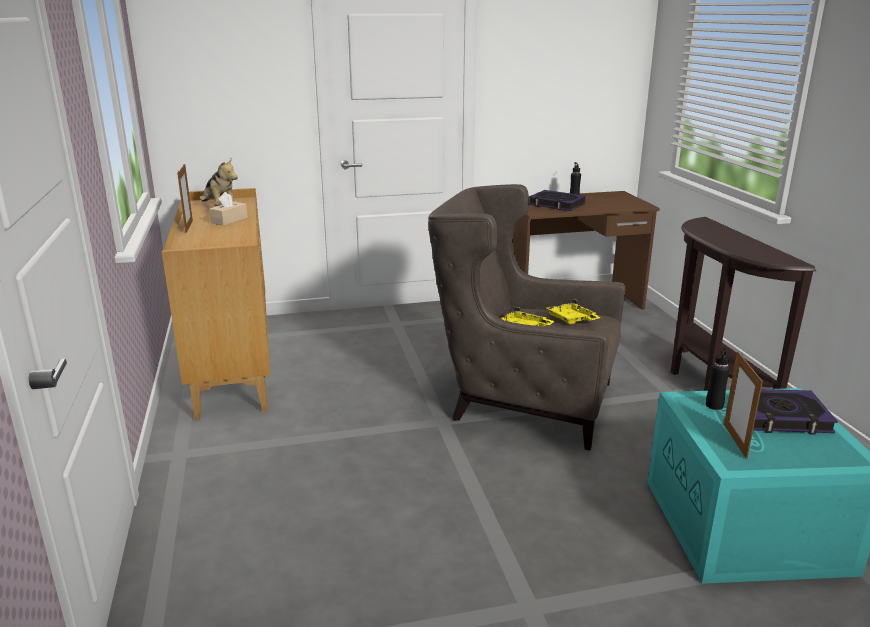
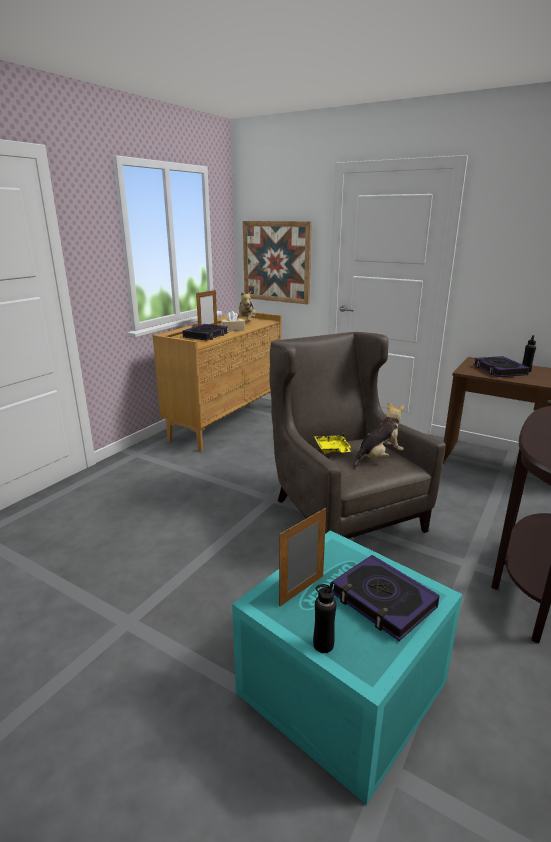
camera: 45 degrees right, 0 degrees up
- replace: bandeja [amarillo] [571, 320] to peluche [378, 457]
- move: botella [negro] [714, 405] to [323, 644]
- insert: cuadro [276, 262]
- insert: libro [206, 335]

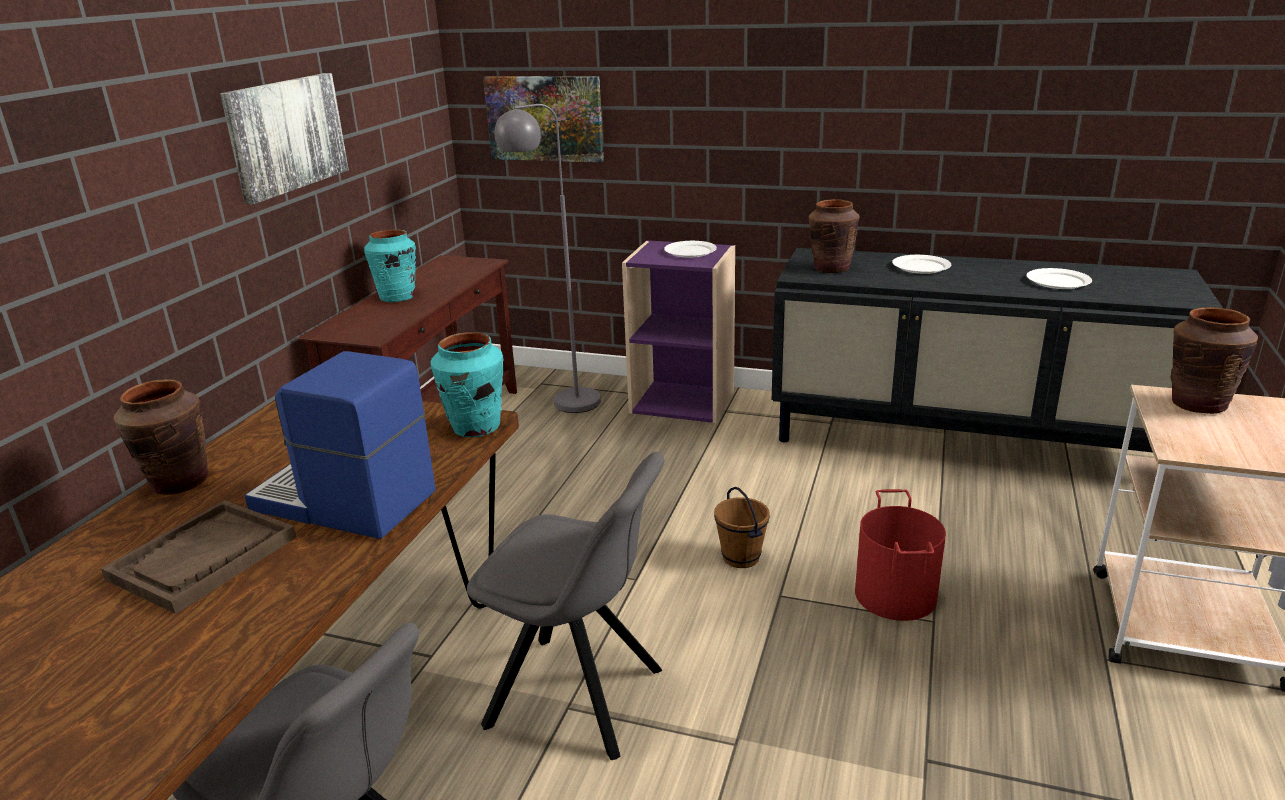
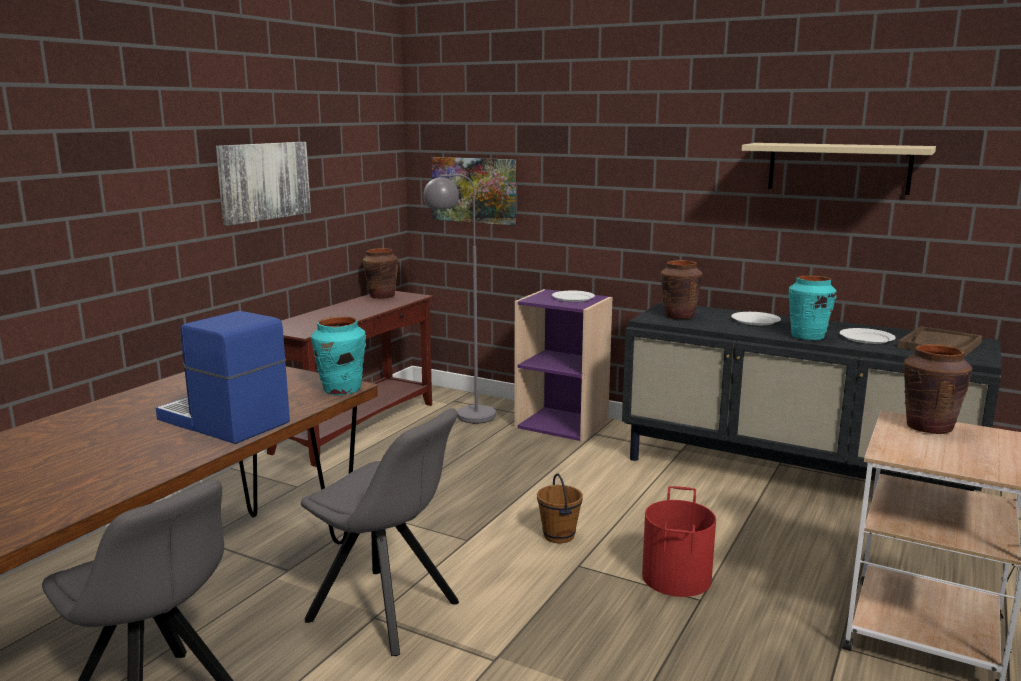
camera: 10 degrees right, 10 degrees down
- move: florero [turquesa] [397, 297] to [807, 337]
- move: florero [marrón] [179, 482] to [382, 296]
- move: bandeja [marrón] [203, 558] to [940, 345]
- insert: estante [beis] [838, 168]

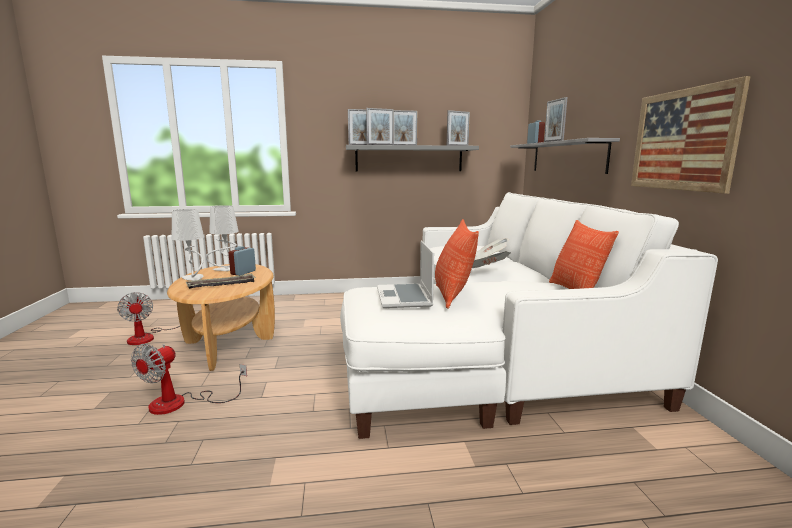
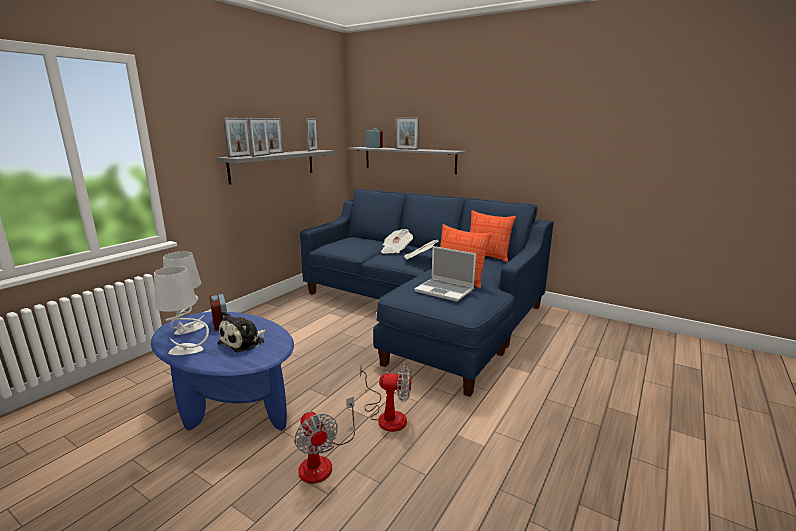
camera: 50 degrees left, 5 degrees up
- delete: cuadro [682, 140]
- recolor: sofá [blanco] [494, 346] to sofá [azul] [422, 310]
- recolor: mesa de centro [marrón] [230, 341] to mesa de centro [azul] [231, 403]
- replace: bandeja [222, 285] to peluche [244, 342]
- move: ventilador [148, 336] to [387, 415]

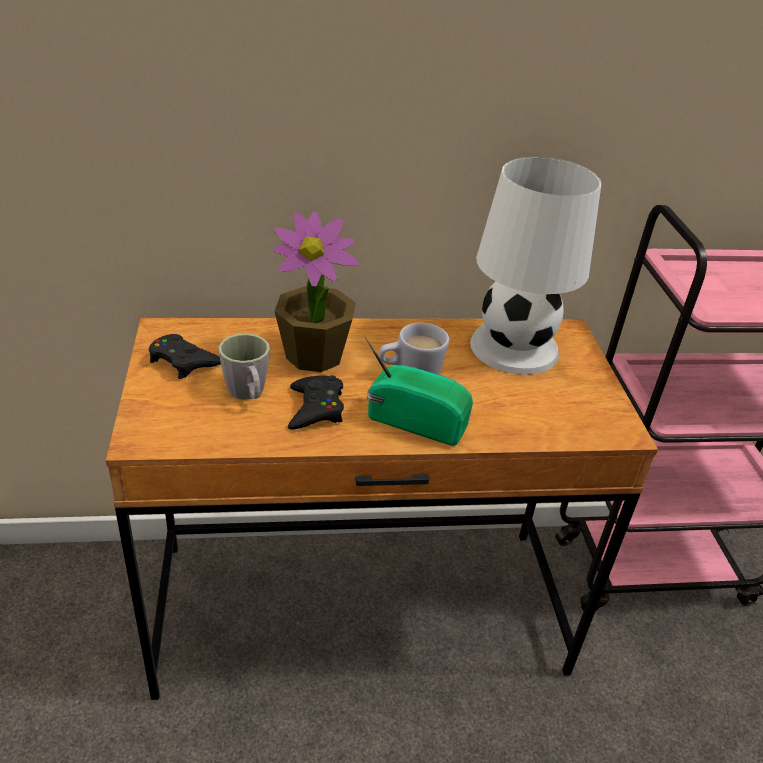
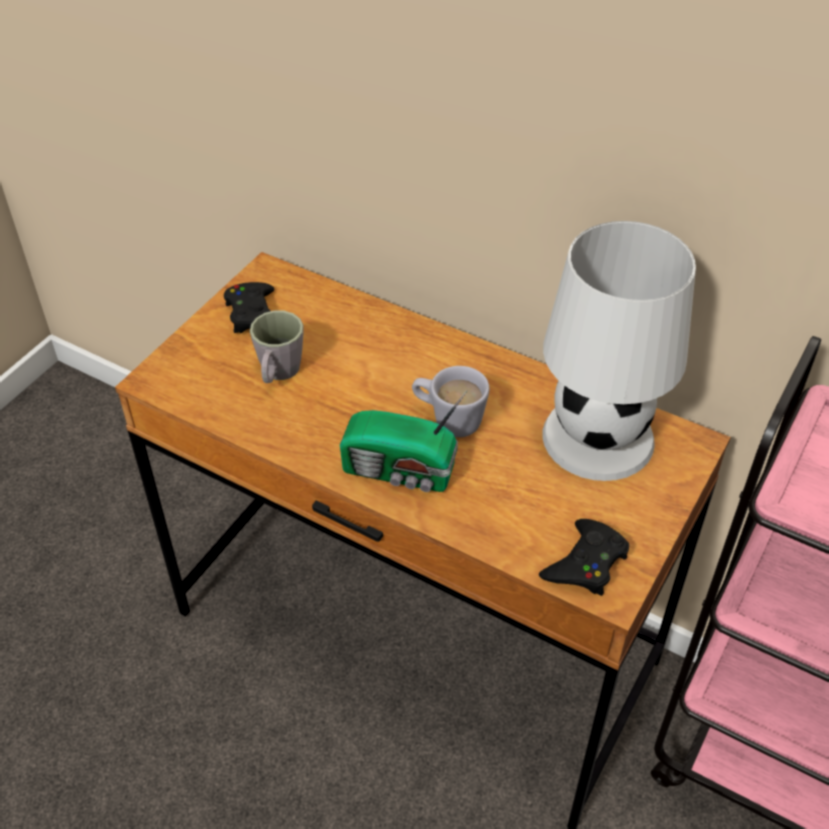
camera: 40 degrees right, 10 degrees up
- delete: planta en maceta [314, 355]
- rotate: radio [415, 420] = [401, 471] 135 degrees clockwise
- move: mando de consola [negro] [315, 408] to [586, 563]

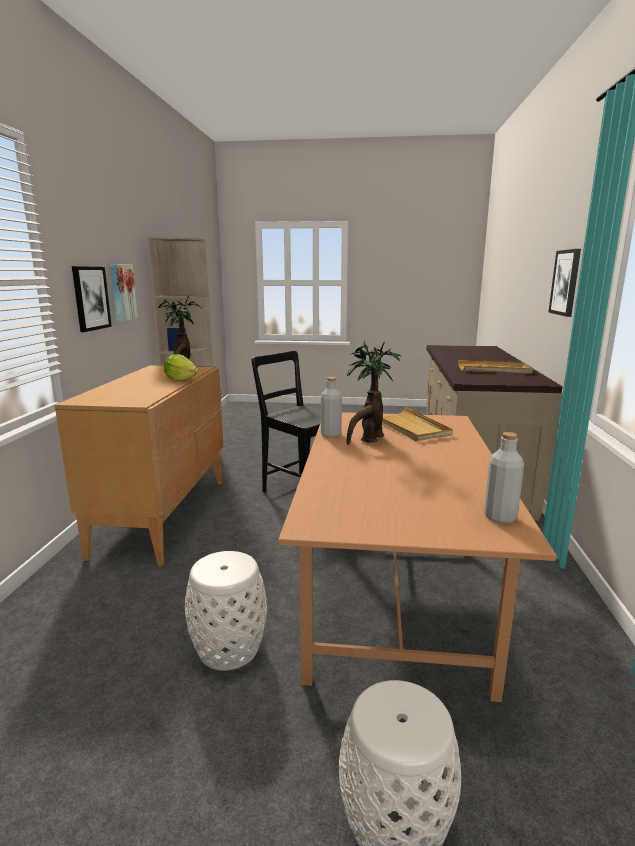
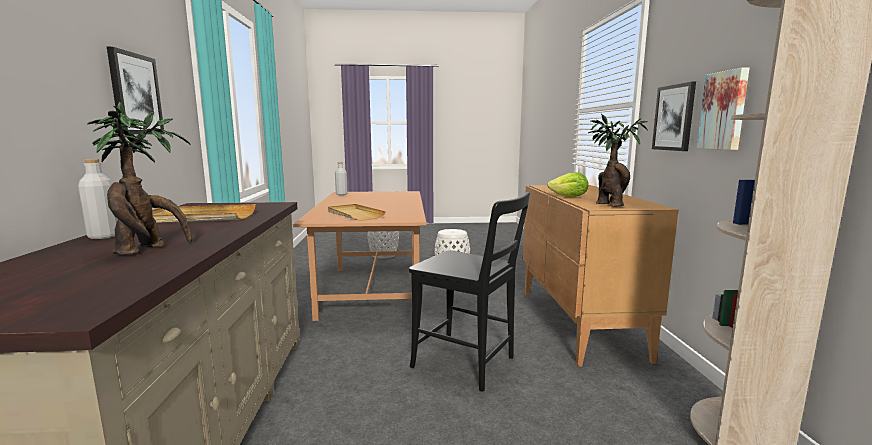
camera: 170 degrees right, 5 degrees down
- move: planta en maceta [368, 440] to [148, 249]
- move: botella [gris] [331, 435] to [104, 236]

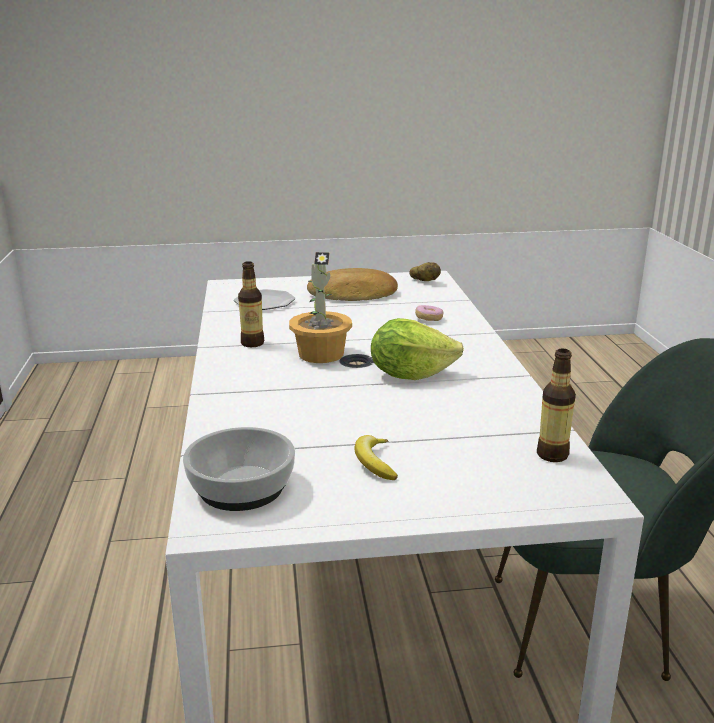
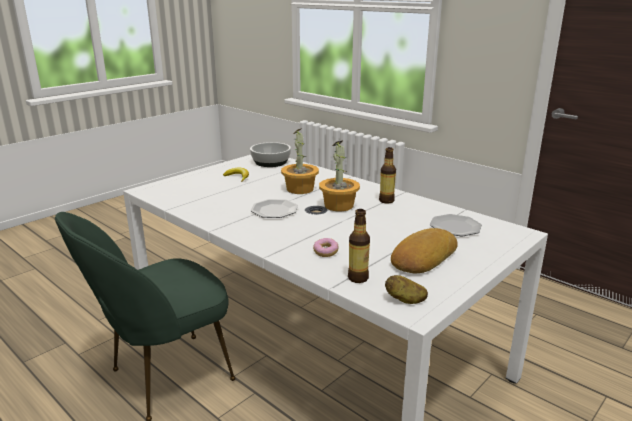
camera: 140 degrees right, 0 degrees up
- replace: lechuga [410, 375] to plato [275, 210]
- move: botella [552, 455] to [358, 278]
- insert: planta en maceta [300, 189]

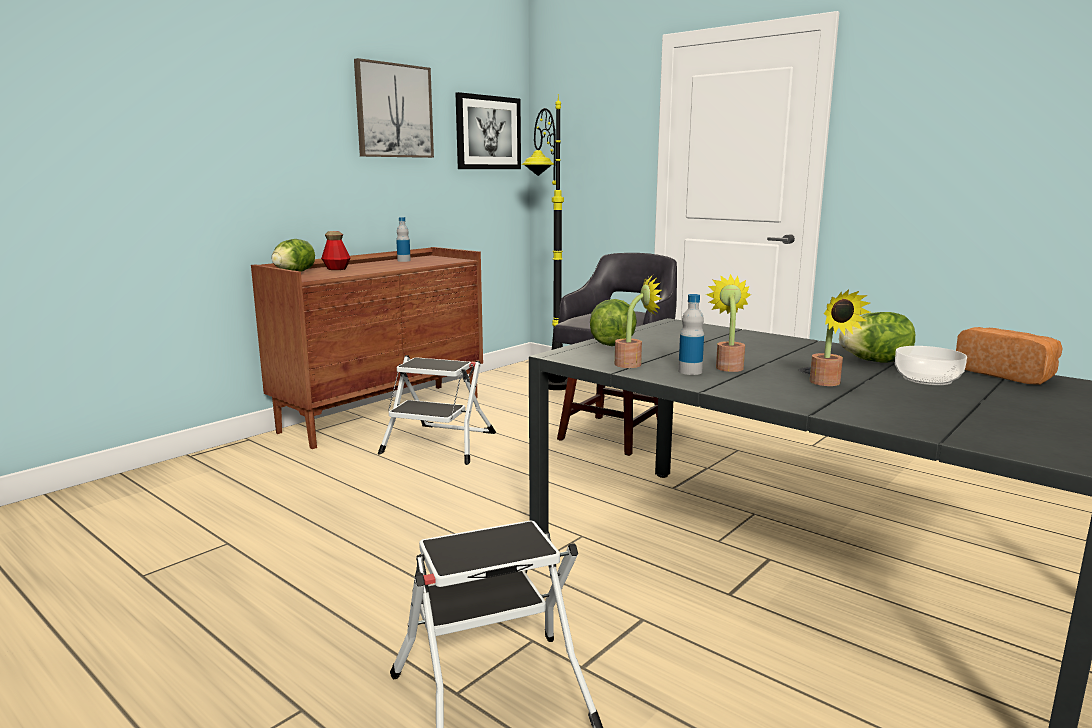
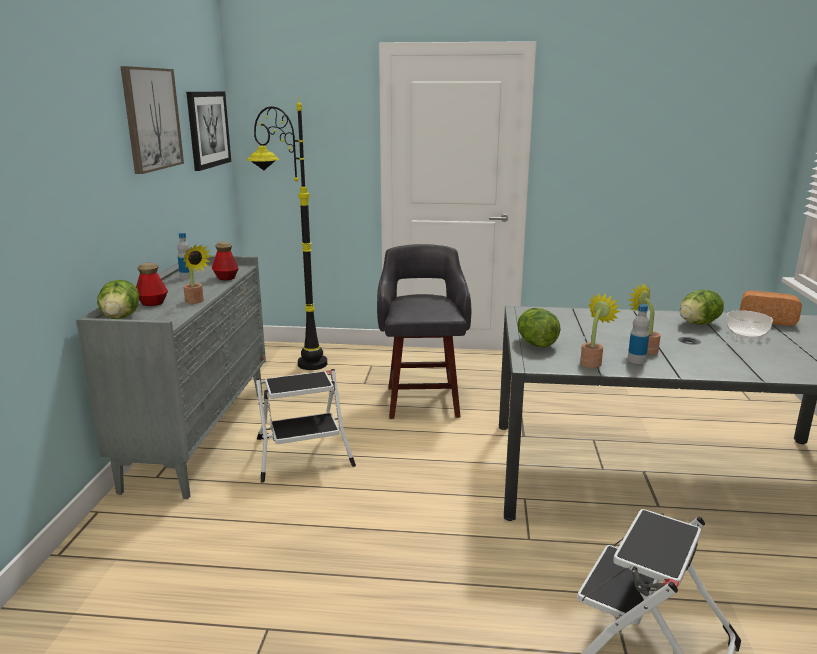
camera: 35 degrees left, 5 degrees up
- recolor: armario [marrón] [384, 414] to armario [gris] [200, 437]
- move: planta en maceta [828, 384] to [196, 302]
- insert: botella [226, 278]

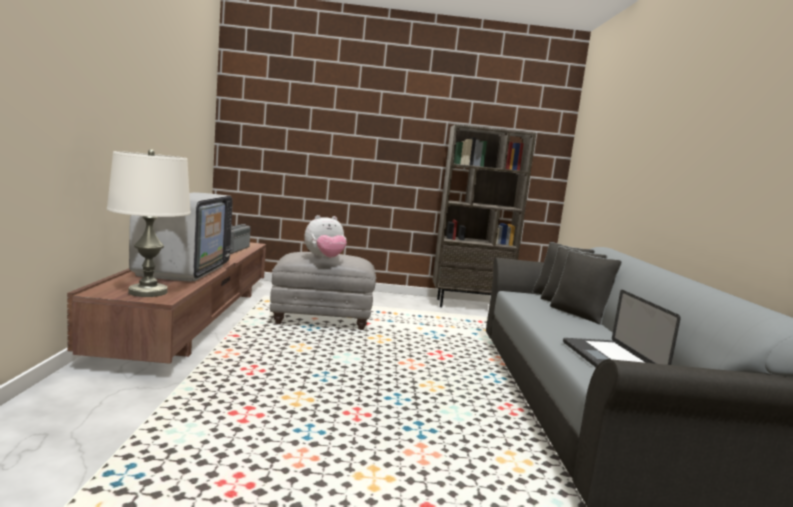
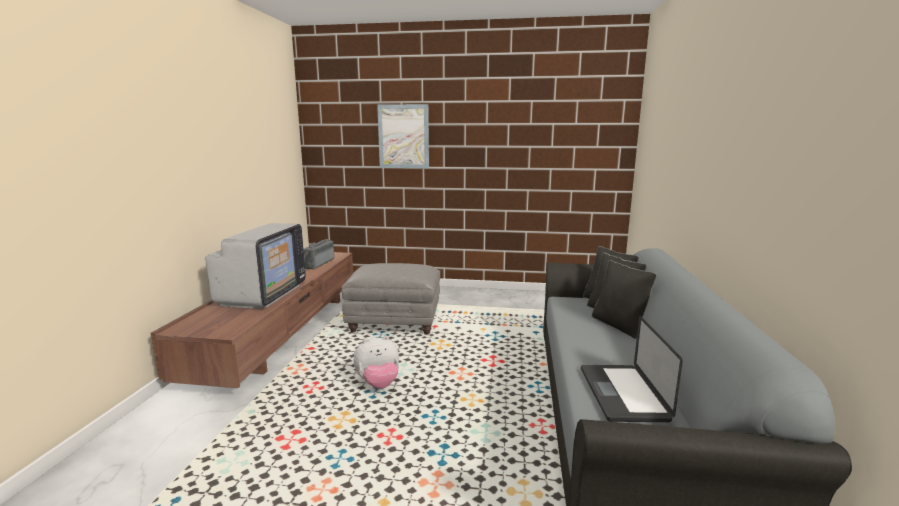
camera: 10 degrees right, 5 degrees up
- delete: estantería [marrón] [469, 305]
- delete: lámpara de mesa [blanco] [148, 292]
- move: peluche [324, 259] to [378, 384]
- insert: cuadro [403, 136]

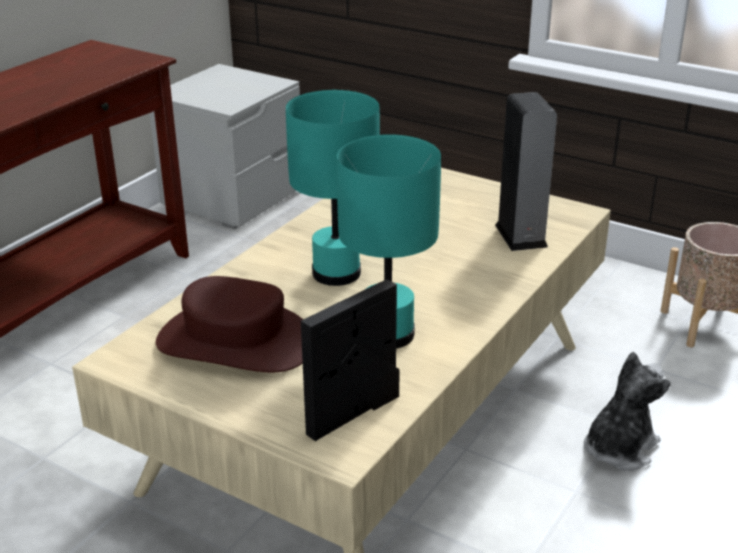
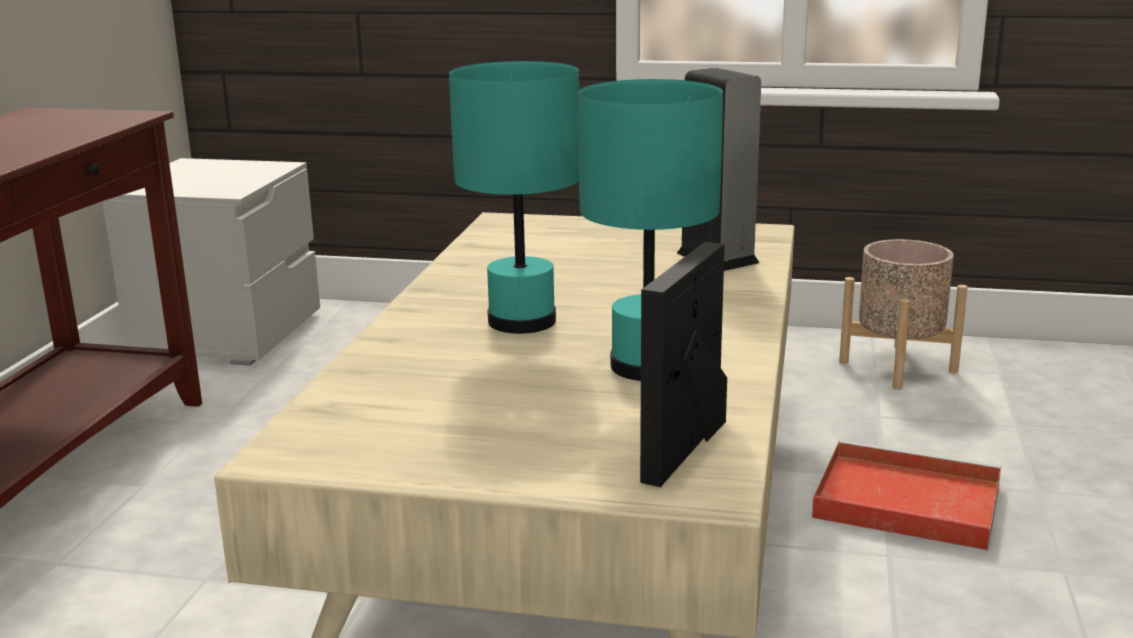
camera: 20 degrees left, 10 degrees down
- delete: sombrero [marrón] [235, 342]
- replace: peluche [618, 449] to bandeja [rojo] [903, 501]

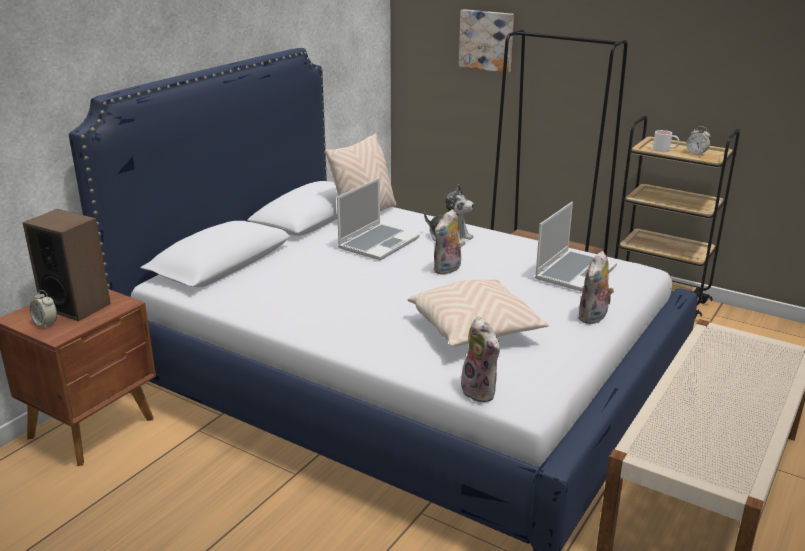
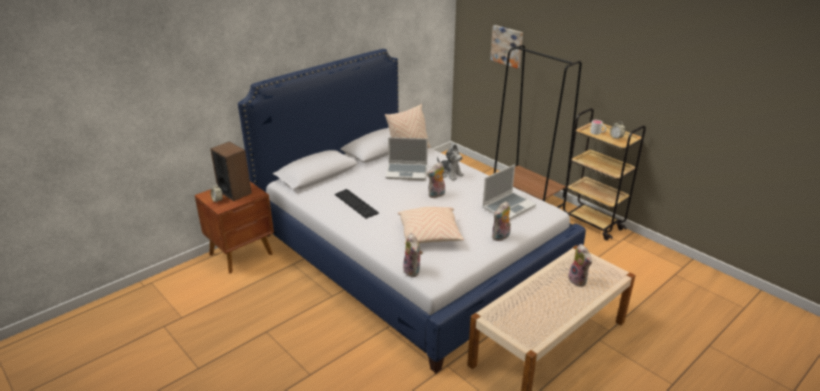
camera: 15 degrees right, 5 degrees up
- rotate: portátil [378, 243] = [407, 172] 45 degrees clockwise
- insert: teclado [356, 203]
- insert: peluche [579, 280]

